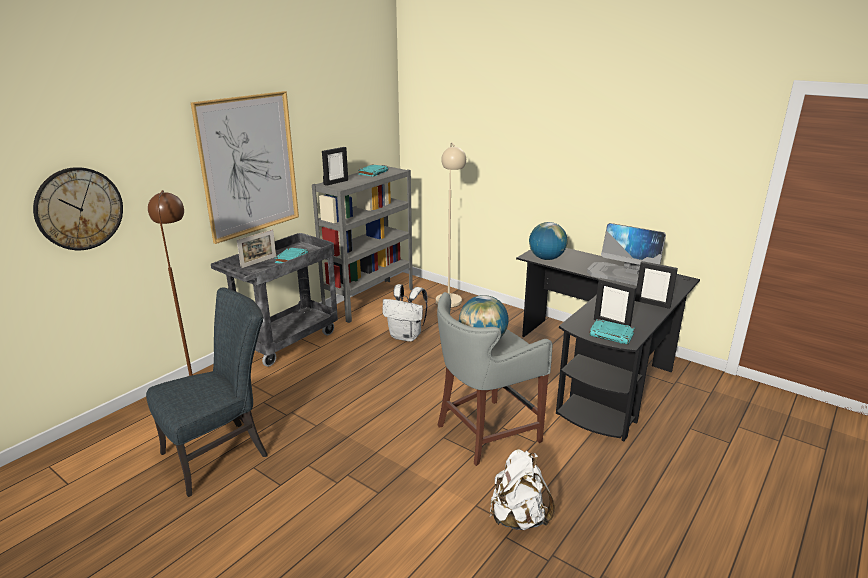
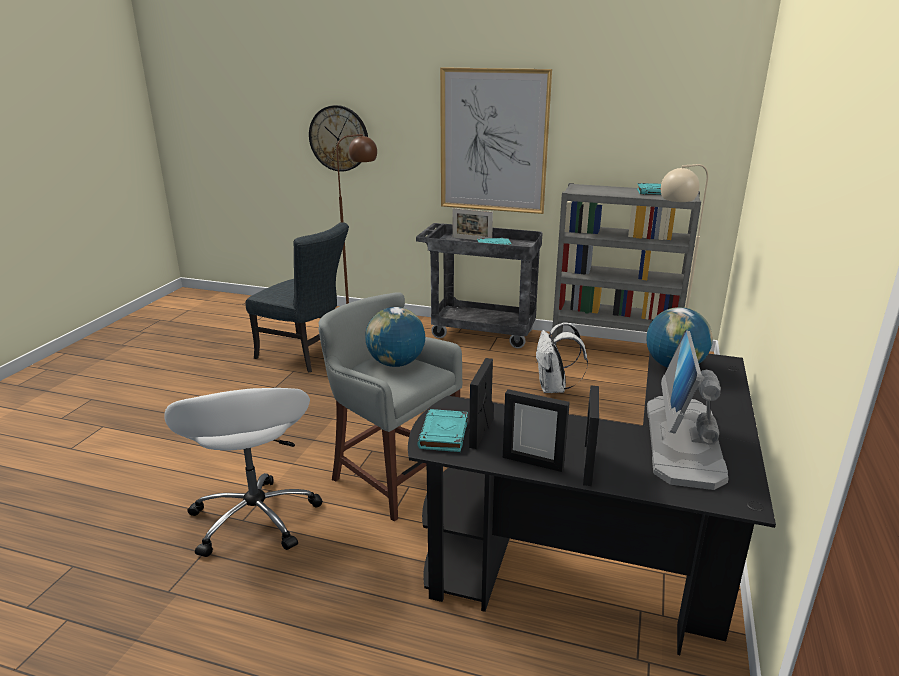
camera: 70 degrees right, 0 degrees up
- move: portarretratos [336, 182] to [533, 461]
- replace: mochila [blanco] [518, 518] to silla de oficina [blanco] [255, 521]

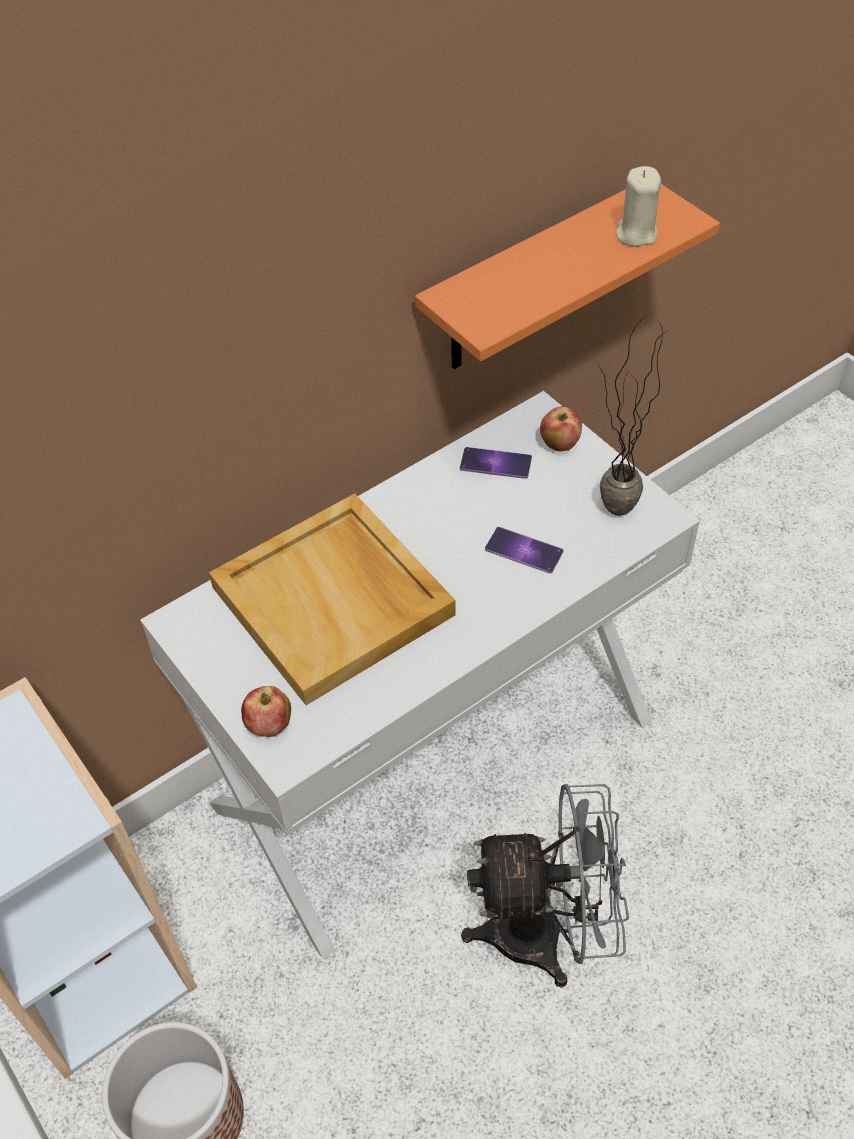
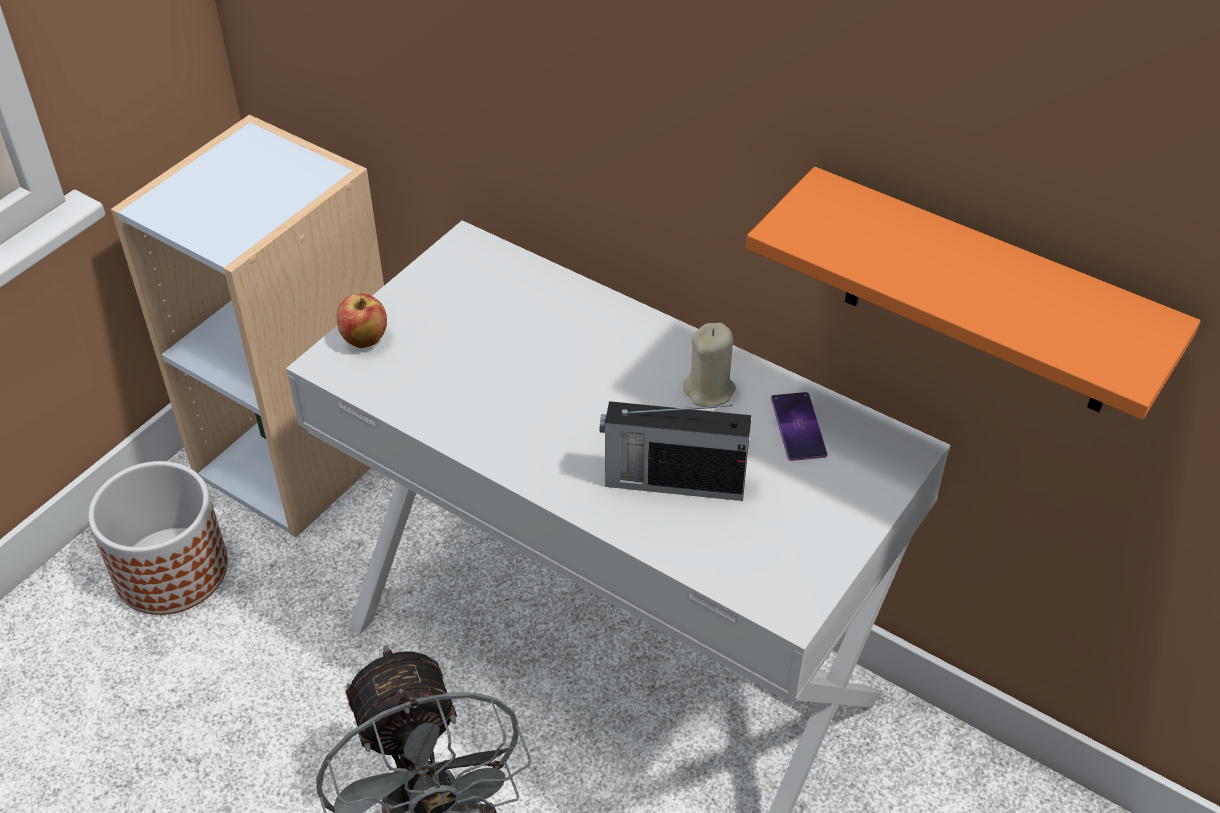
camera: 70 degrees right, 5 degrees down
- move: vela [beis] [636, 234] to [709, 390]
- delete: planta en maceta [610, 517]
- delete: manzana [559, 444]
- delete: bandeja [beis] [335, 601]
- replace: móvil [524, 550] to radio [672, 482]

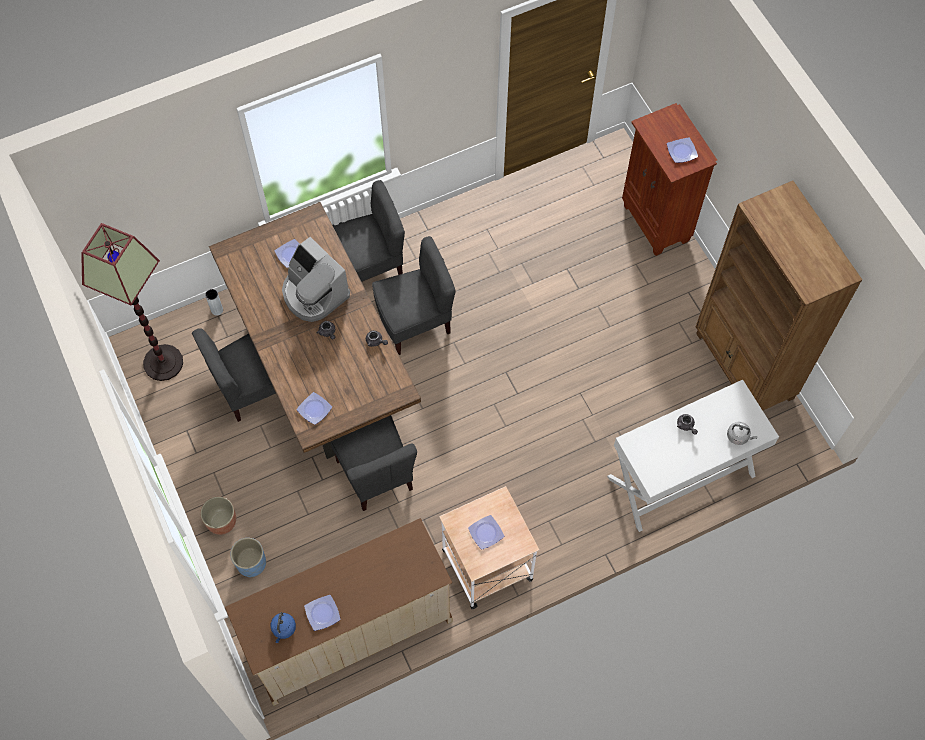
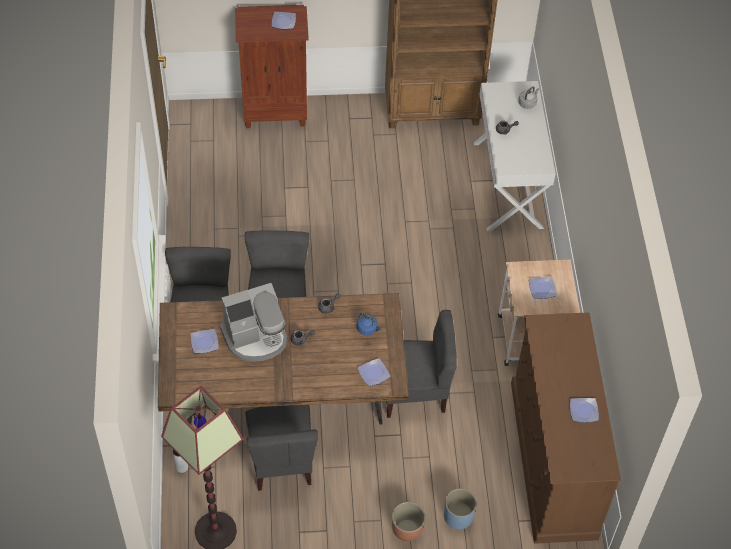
camera: 70 degrees left, 10 degrees down
- move: hervidor [azul] [283, 629] to [368, 329]

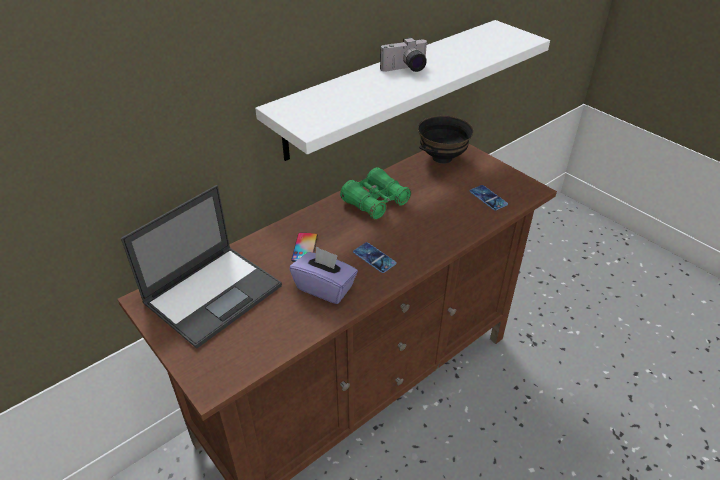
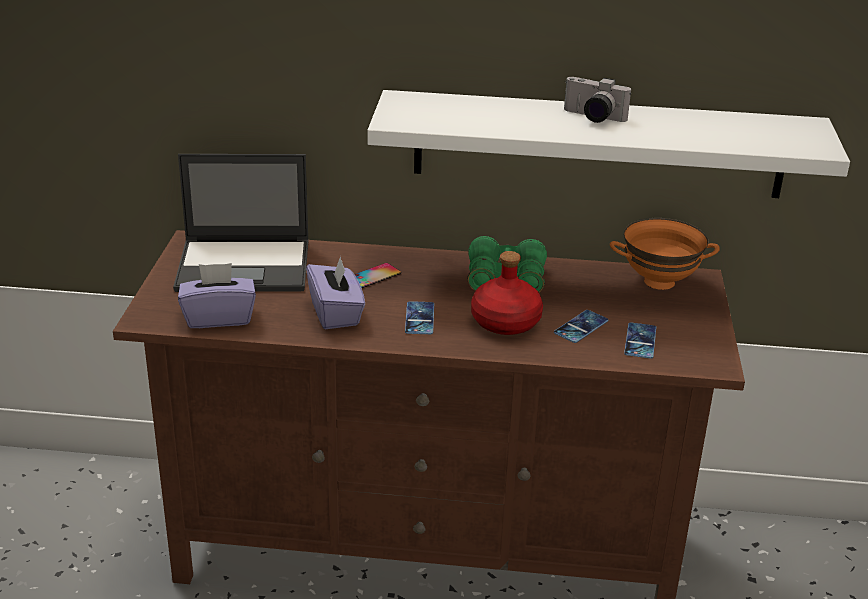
camera: 45 degrees right, 10 degrees down
- recolor: cuenco [negro] [442, 158] to cuenco [naranja] [659, 282]
- insert: botella [rojo] [505, 322]
- insert: caja de pañuelos [morado] [219, 317]
- insert: móvil [581, 327]

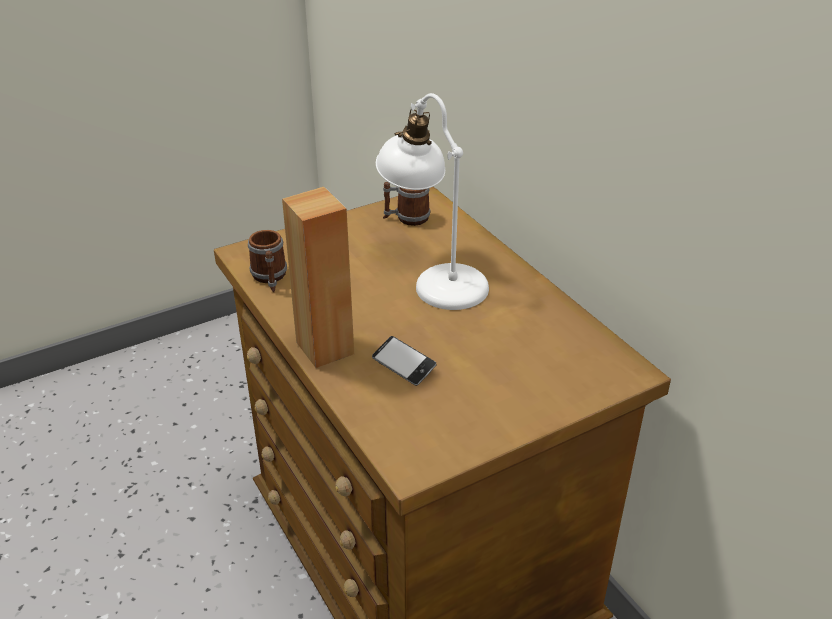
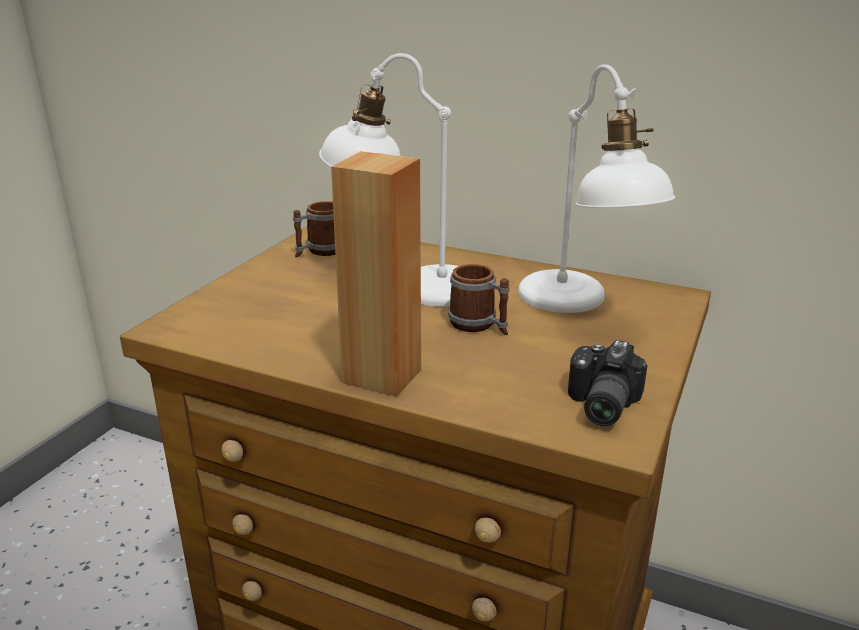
camera: 35 degrees left, 10 degrees down
- move: taza grande [270, 278] to [479, 325]
- delete: móvil [403, 365]
- insert: lámpara de mesa [blanco] [583, 309]
- insert: cámara [598, 405]

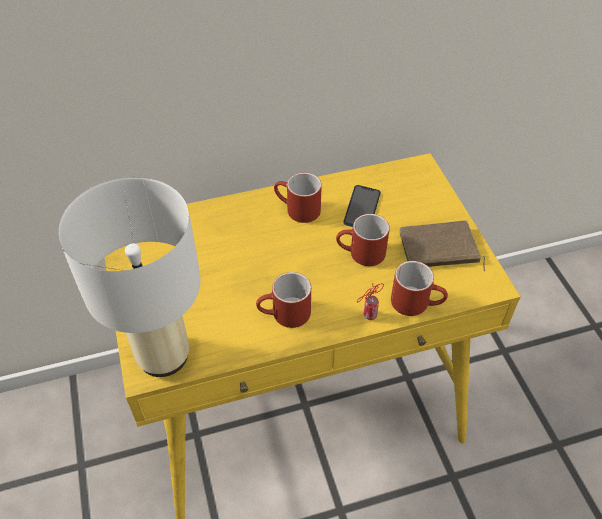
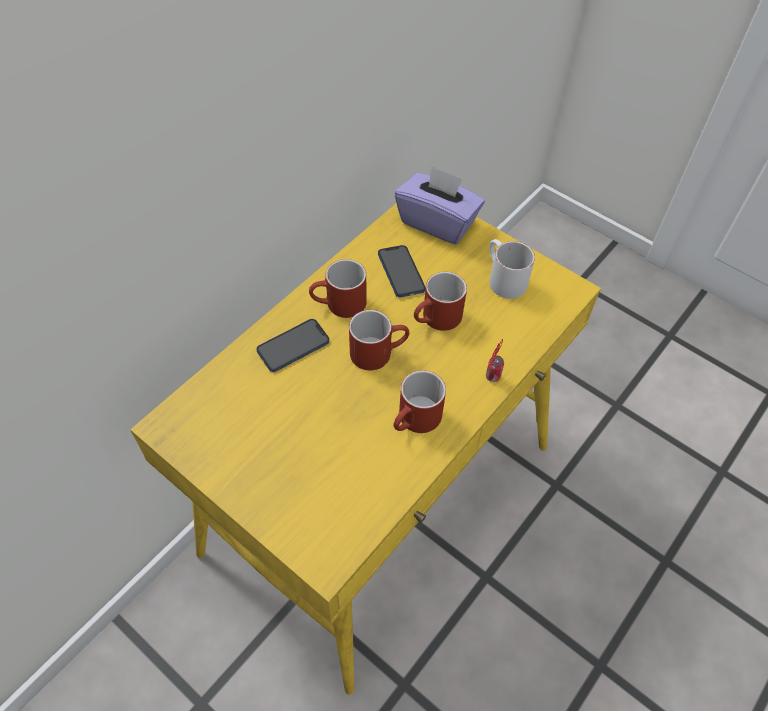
camera: 35 degrees left, 5 degrees up
- delete: lámpara de mesa [blanco] [165, 355]
- replace: libro [marrón] [438, 250] to taza grande [blanco] [502, 279]
- move: taza grande [rojo] [417, 302] to [378, 351]
- insert: caja de pañuelos [morado] [437, 222]
- insert: móvil [293, 346]

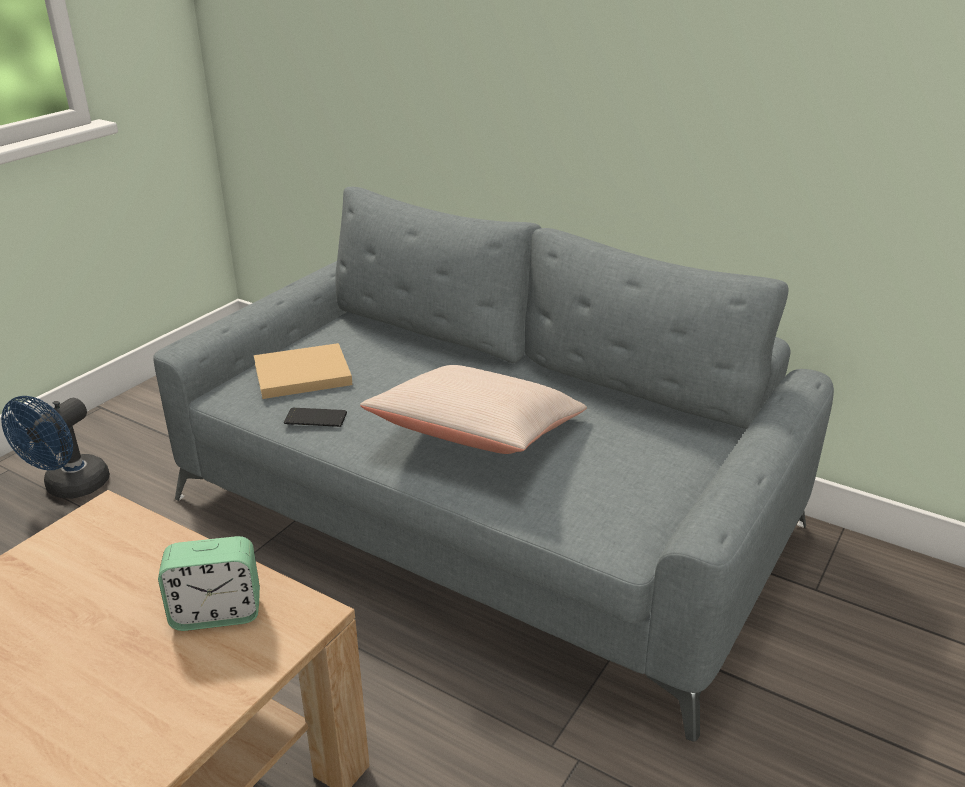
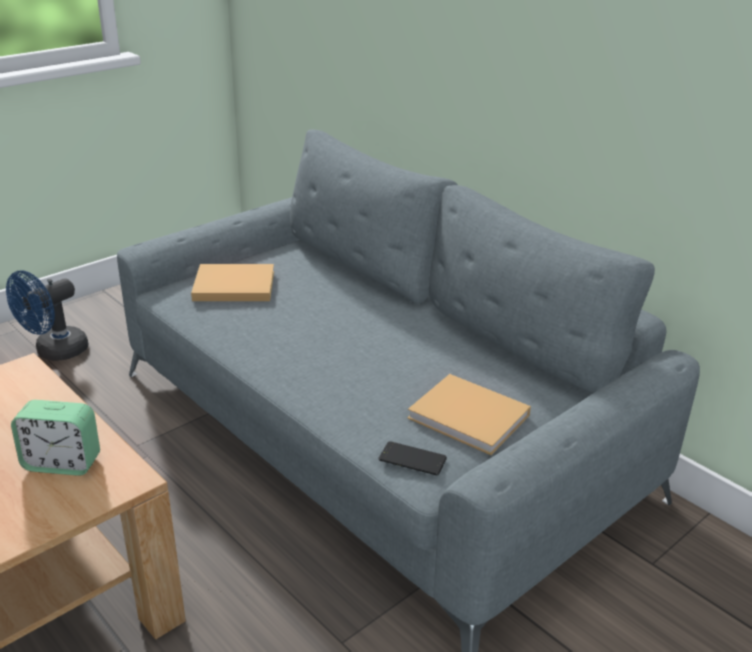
camera: 15 degrees right, 0 degrees up
- delete: cojín [beis] [478, 436]
- move: móvil [315, 418] to [412, 459]
- insert: libro [beis] [471, 418]

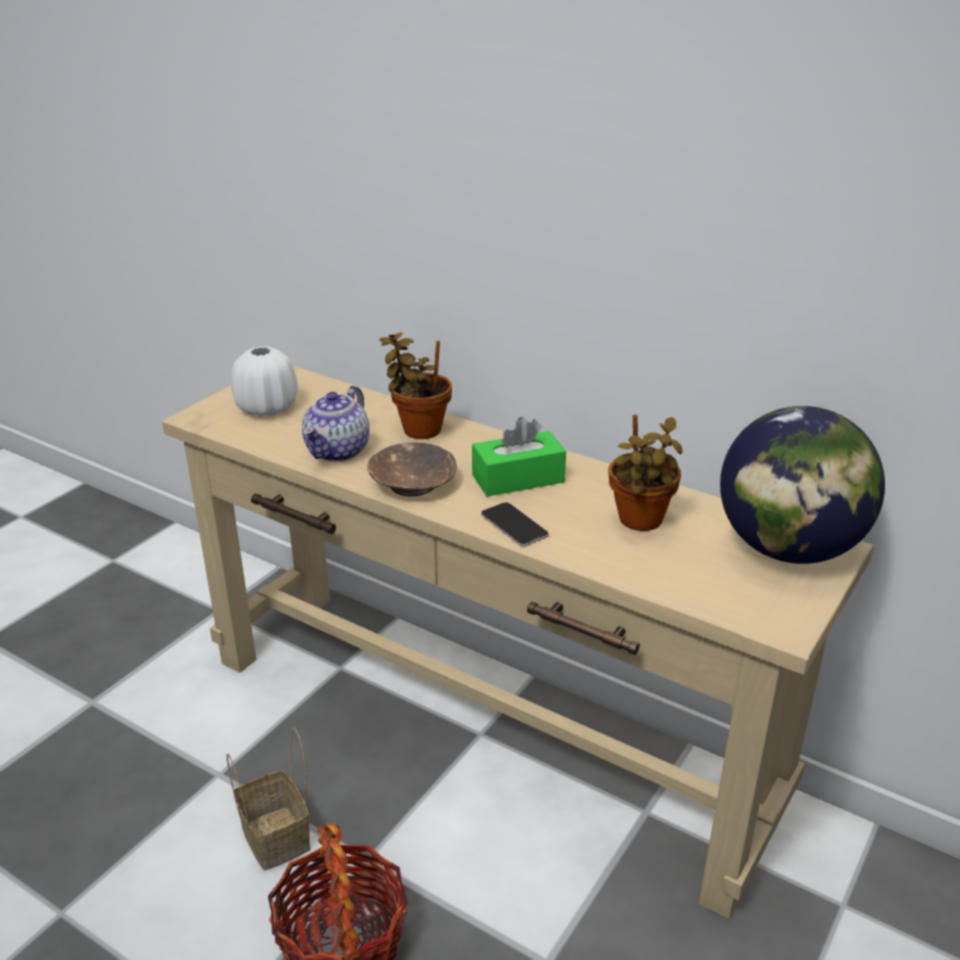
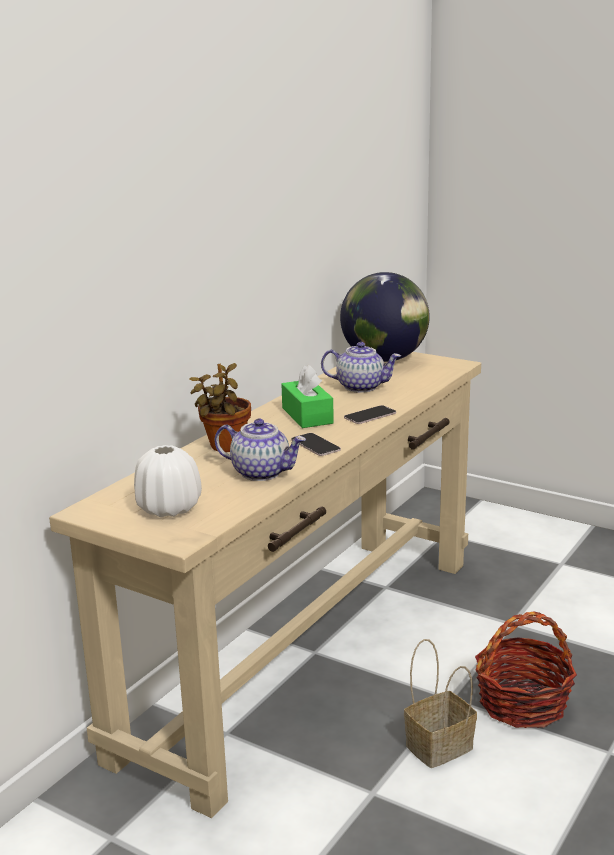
camera: 90 degrees left, 10 degrees down
- replace: planta en maceta [640, 522] to tetera [361, 387]
- replace: cuenco [marrón] [411, 483] to móvil [315, 445]

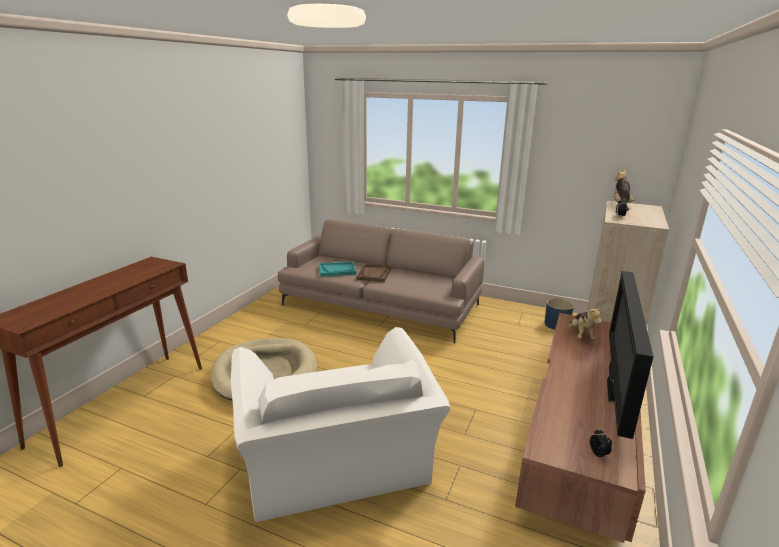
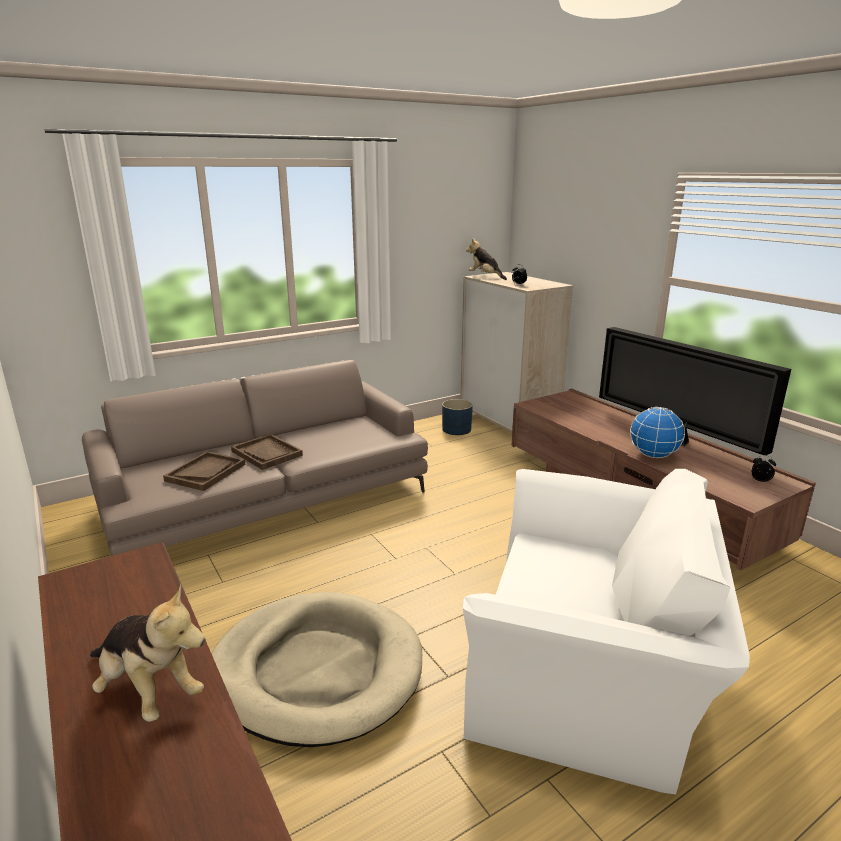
camera: 55 degrees left, 0 degrees up
- recolor: bandeja [turquesa] [337, 270] to bandeja [marrón] [206, 472]
- move: peluche [581, 335] to [148, 690]
- insert: globo terráqueo [653, 455]

